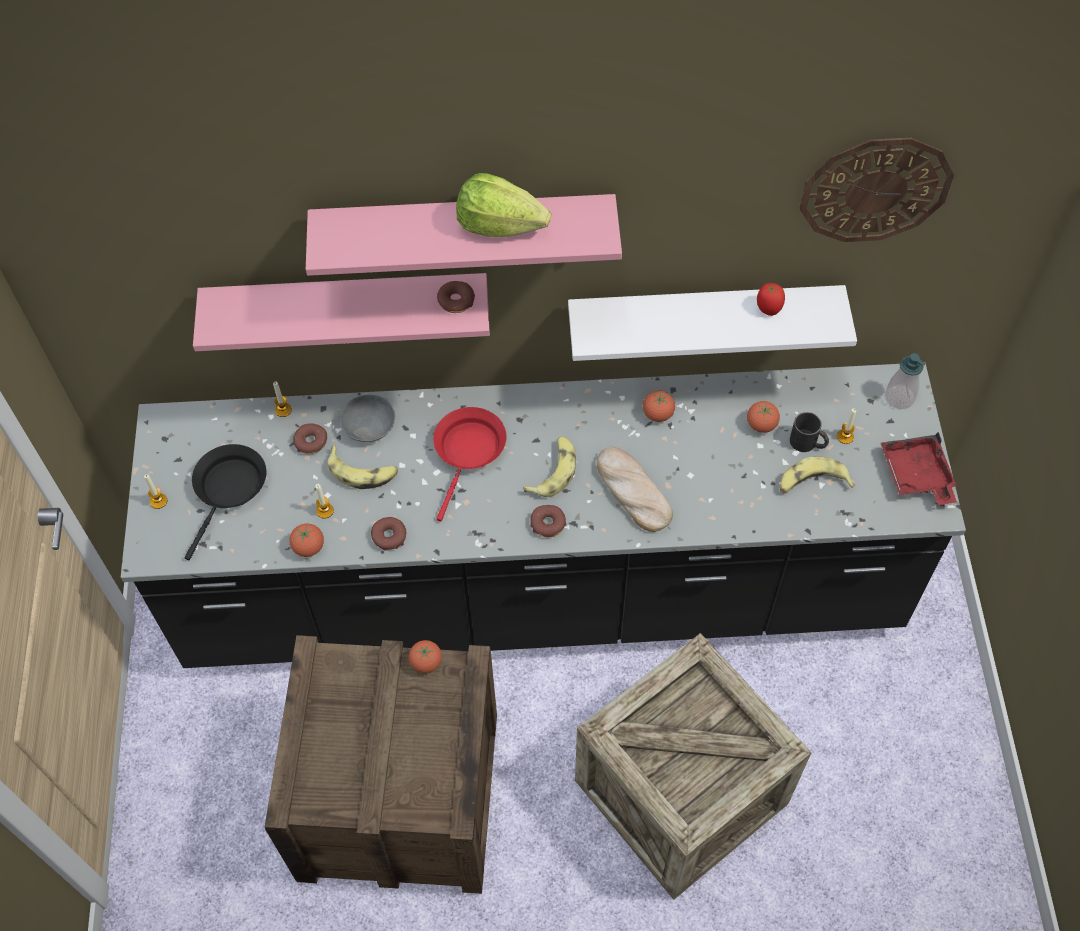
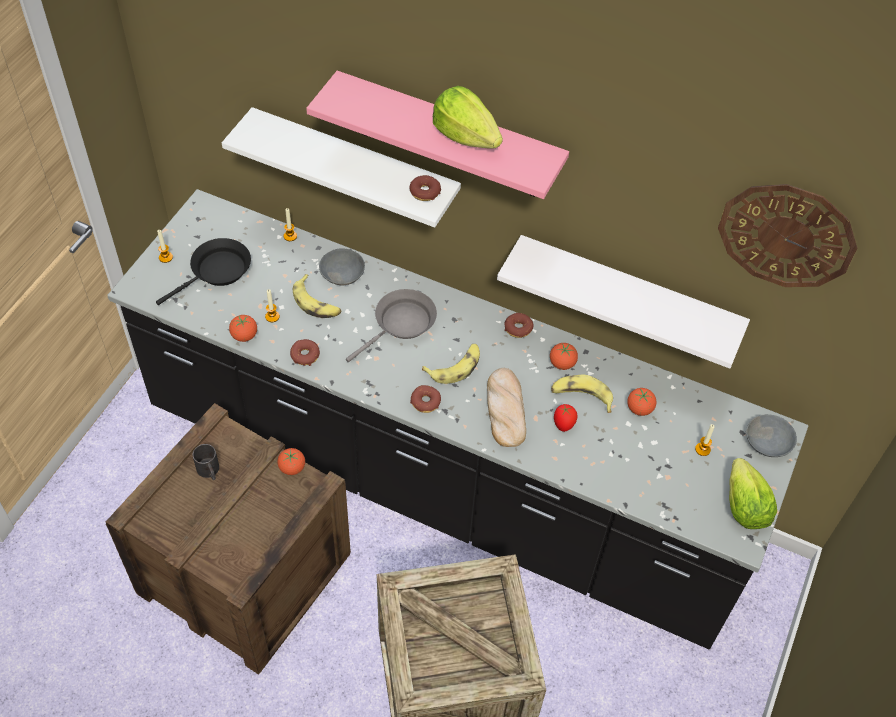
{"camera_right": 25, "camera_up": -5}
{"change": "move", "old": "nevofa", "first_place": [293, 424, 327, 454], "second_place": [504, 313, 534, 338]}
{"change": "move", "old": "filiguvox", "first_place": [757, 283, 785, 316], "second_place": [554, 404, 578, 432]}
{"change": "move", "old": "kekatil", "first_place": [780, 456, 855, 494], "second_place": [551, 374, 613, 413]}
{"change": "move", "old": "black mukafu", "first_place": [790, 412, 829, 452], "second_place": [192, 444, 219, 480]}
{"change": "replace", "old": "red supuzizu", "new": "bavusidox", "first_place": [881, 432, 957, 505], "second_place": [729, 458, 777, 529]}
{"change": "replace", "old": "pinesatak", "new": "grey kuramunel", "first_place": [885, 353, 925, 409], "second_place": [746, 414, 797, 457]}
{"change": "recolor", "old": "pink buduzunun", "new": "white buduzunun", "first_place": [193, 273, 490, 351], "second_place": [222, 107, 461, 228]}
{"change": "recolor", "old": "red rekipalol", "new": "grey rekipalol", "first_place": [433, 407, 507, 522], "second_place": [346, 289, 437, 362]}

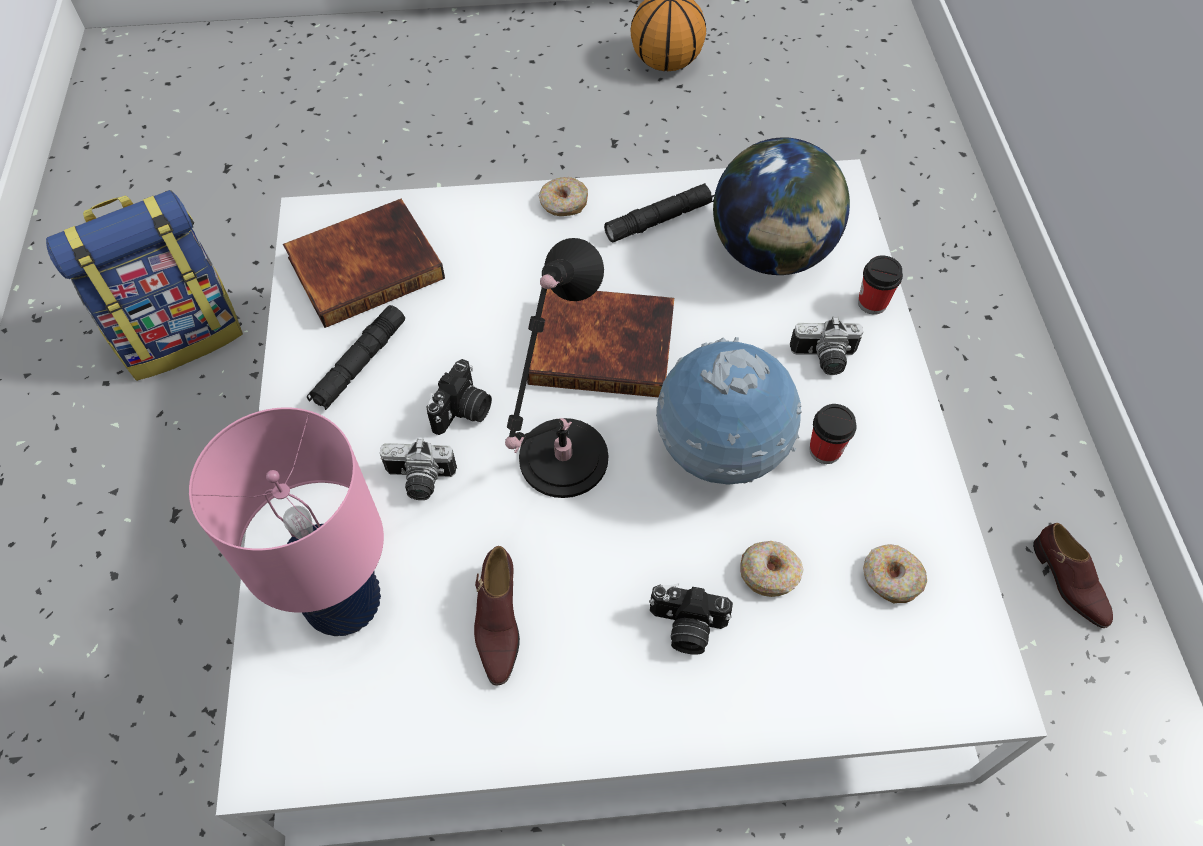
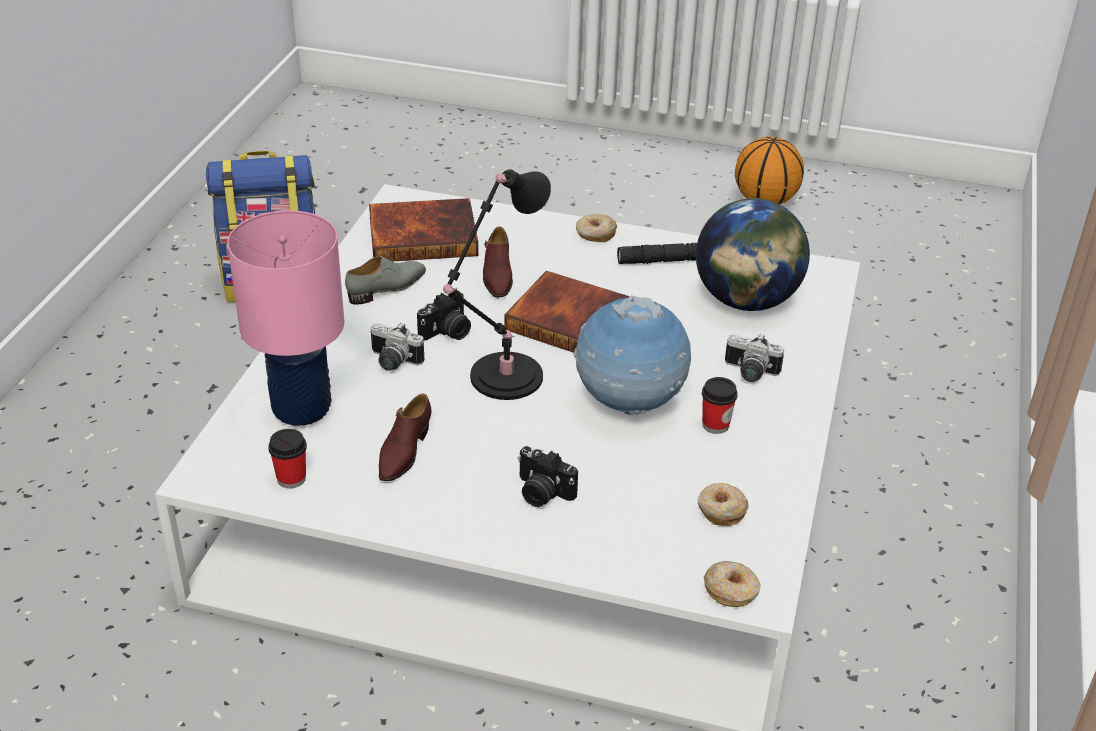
{"camera_right": 20, "camera_up": -20}
{"change": "move", "old": "nevofa", "first_place": [740, 541, 804, 597], "second_place": [704, 561, 761, 607]}
{"change": "move", "old": "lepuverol", "first_place": [858, 256, 903, 315], "second_place": [268, 429, 307, 489]}
{"change": "move", "old": "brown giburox", "first_place": [1033, 523, 1113, 628], "second_place": [483, 226, 513, 298]}
{"change": "replace", "old": "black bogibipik", "new": "grey giburox", "first_place": [307, 305, 405, 410], "second_place": [345, 256, 426, 305]}

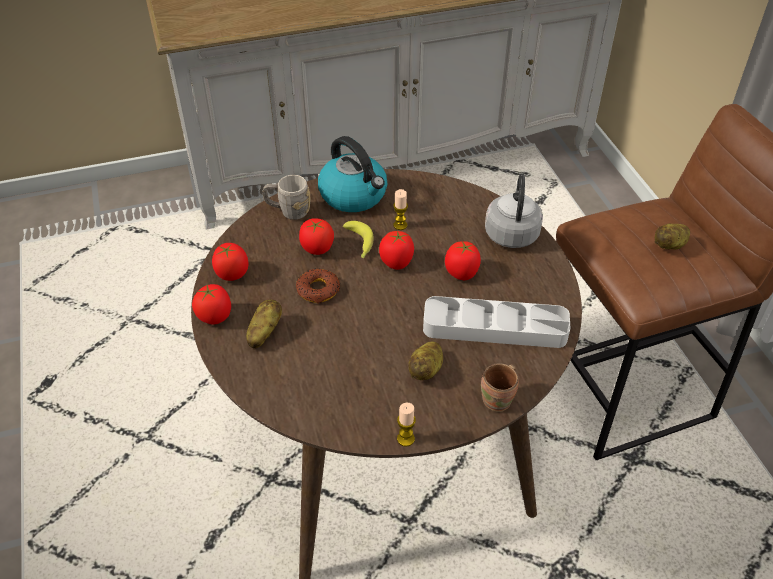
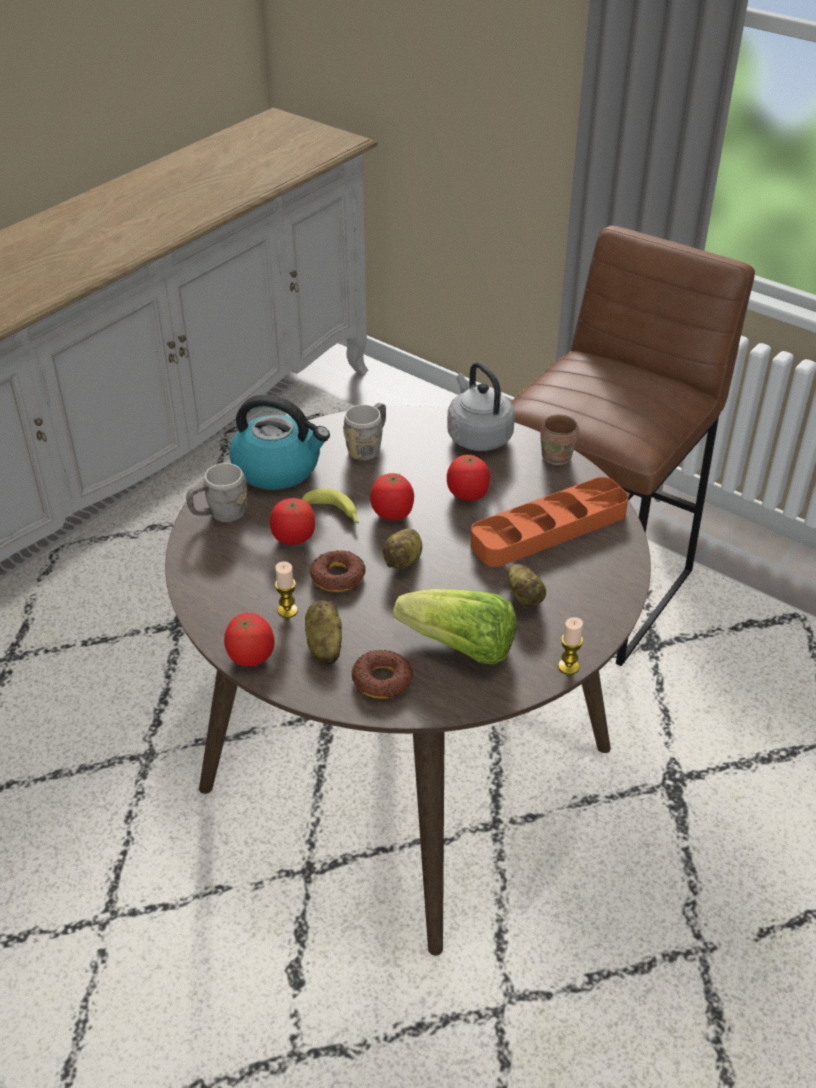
{"camera_right": -35, "camera_up": -5}
{"change": "delete", "old": "filiguvox", "first_place": [212, 243, 249, 281]}
{"change": "insert", "new": "grey mukafu", "second_place": [343, 403, 386, 461]}
{"change": "insert", "new": "nevofa", "second_place": [352, 650, 413, 699]}
{"change": "insert", "new": "bavusidox", "second_place": [393, 589, 516, 665]}
{"change": "move", "old": "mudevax", "first_place": [393, 189, 408, 230], "second_place": [275, 561, 298, 618]}
{"change": "move", "old": "brown mukafu", "first_place": [481, 363, 519, 412], "second_place": [540, 414, 578, 465]}
{"change": "move", "old": "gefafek", "first_place": [654, 223, 690, 249], "second_place": [383, 528, 422, 569]}
{"change": "recolor", "old": "grey supuzizu", "new": "orange supuzizu", "first_place": [423, 296, 571, 348], "second_place": [471, 477, 628, 567]}

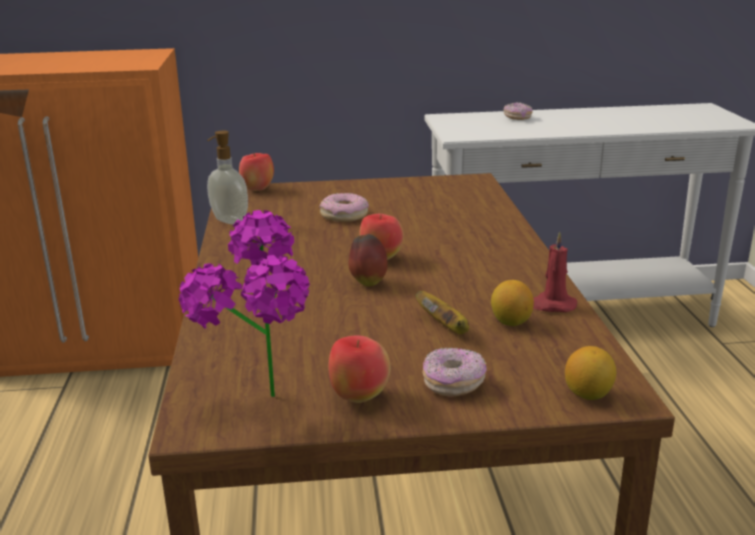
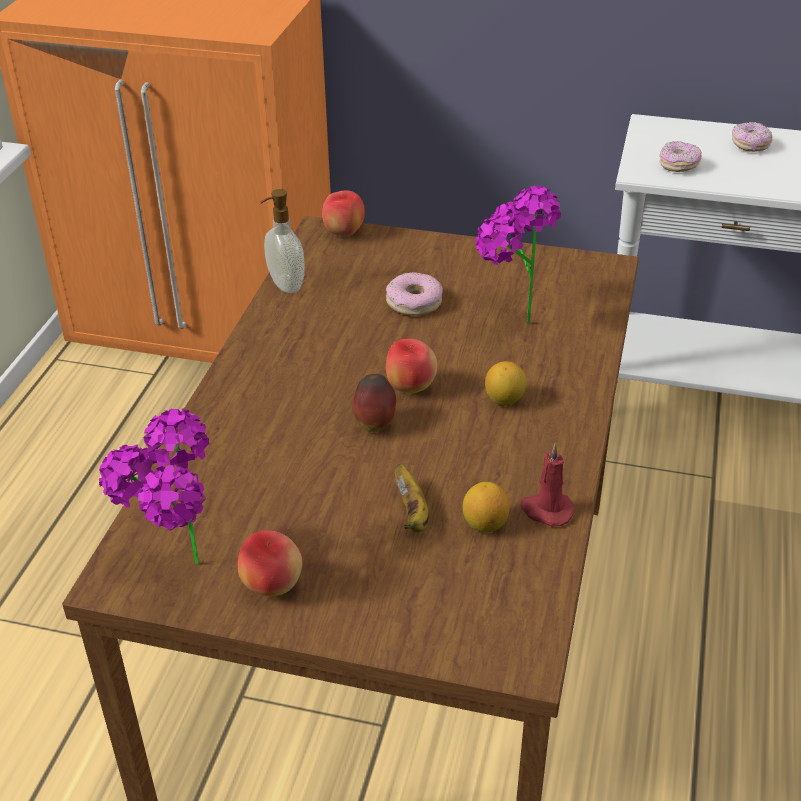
{"camera_right": 20, "camera_up": 15}
{"change": "insert", "new": "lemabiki", "second_place": [475, 185, 561, 324]}
{"change": "move", "old": "nevofa", "first_place": [422, 347, 486, 396], "second_place": [659, 141, 702, 172]}
{"change": "move", "old": "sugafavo", "first_place": [565, 346, 616, 400], "second_place": [485, 361, 527, 406]}

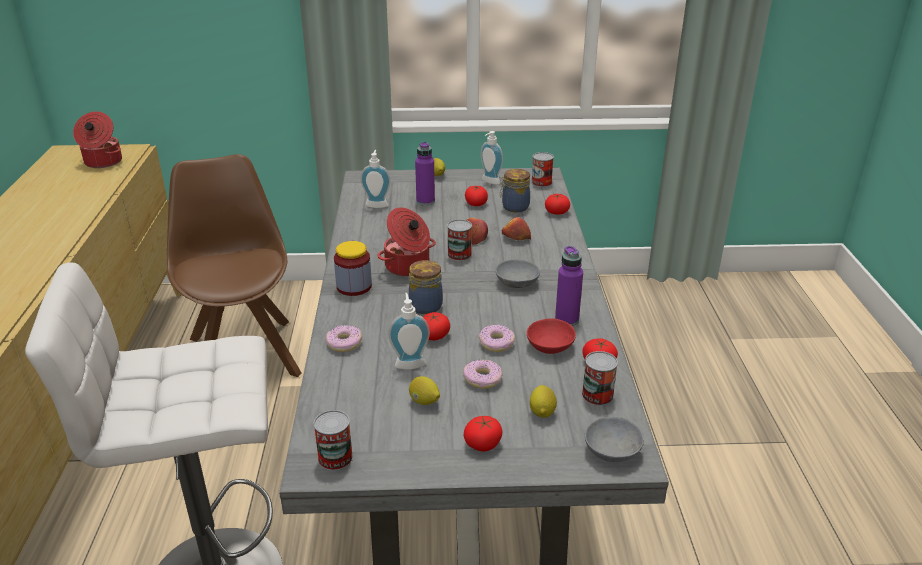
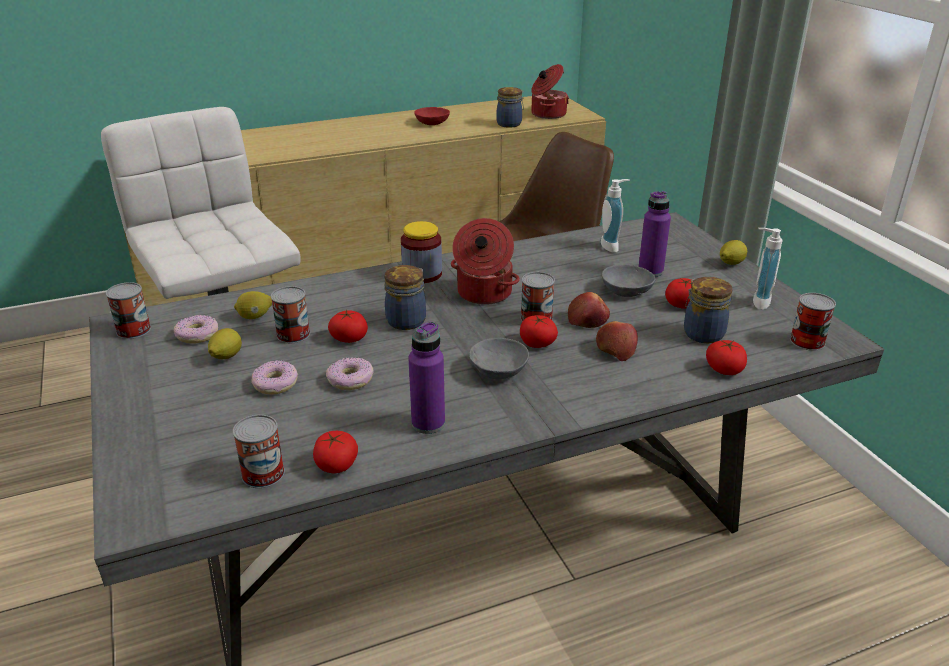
{"camera_right": 70, "camera_up": 0}
{"change": "insert", "new": "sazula", "second_place": [496, 87, 524, 128]}
{"change": "move", "old": "nevofa", "first_place": [326, 325, 362, 352], "second_place": [174, 315, 218, 343]}
{"change": "move", "old": "filiguvox", "first_place": [464, 416, 502, 451], "second_place": [520, 315, 558, 348]}
{"change": "move", "old": "red kuramunel", "first_place": [527, 318, 576, 354], "second_place": [414, 107, 450, 125]}
{"change": "move", "old": "sugafavo", "first_place": [530, 385, 557, 418], "second_place": [234, 291, 272, 319]}
{"change": "move", "old": "grey kuramunel", "first_place": [585, 417, 644, 462], "second_place": [602, 265, 656, 297]}
{"change": "replace", "old": "pinesatak", "new": "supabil", "first_place": [388, 293, 430, 369], "second_place": [271, 286, 310, 343]}

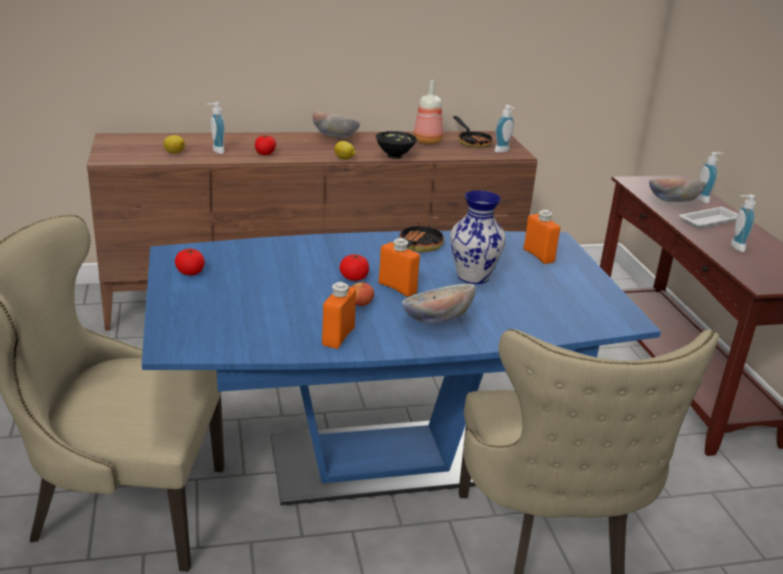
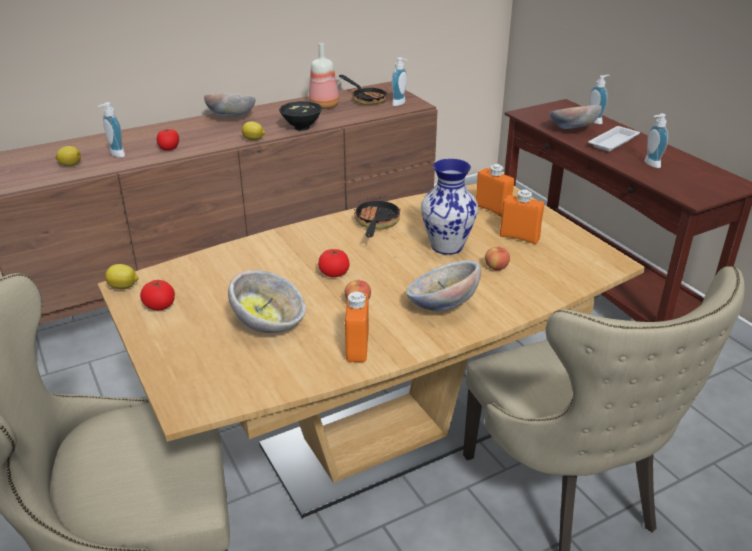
{"camera_right": -15, "camera_up": 5}
{"change": "insert", "new": "sugafavo", "second_place": [105, 264, 138, 289]}
{"change": "insert", "new": "kuramunel", "second_place": [228, 270, 306, 333]}
{"change": "insert", "new": "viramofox", "second_place": [485, 246, 510, 270]}
{"change": "move", "old": "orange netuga", "first_place": [379, 238, 420, 297], "second_place": [500, 189, 544, 244]}
{"change": "recolor", "old": "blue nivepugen", "new": "brown nivepugen", "first_place": [142, 231, 661, 505], "second_place": [98, 184, 645, 518]}

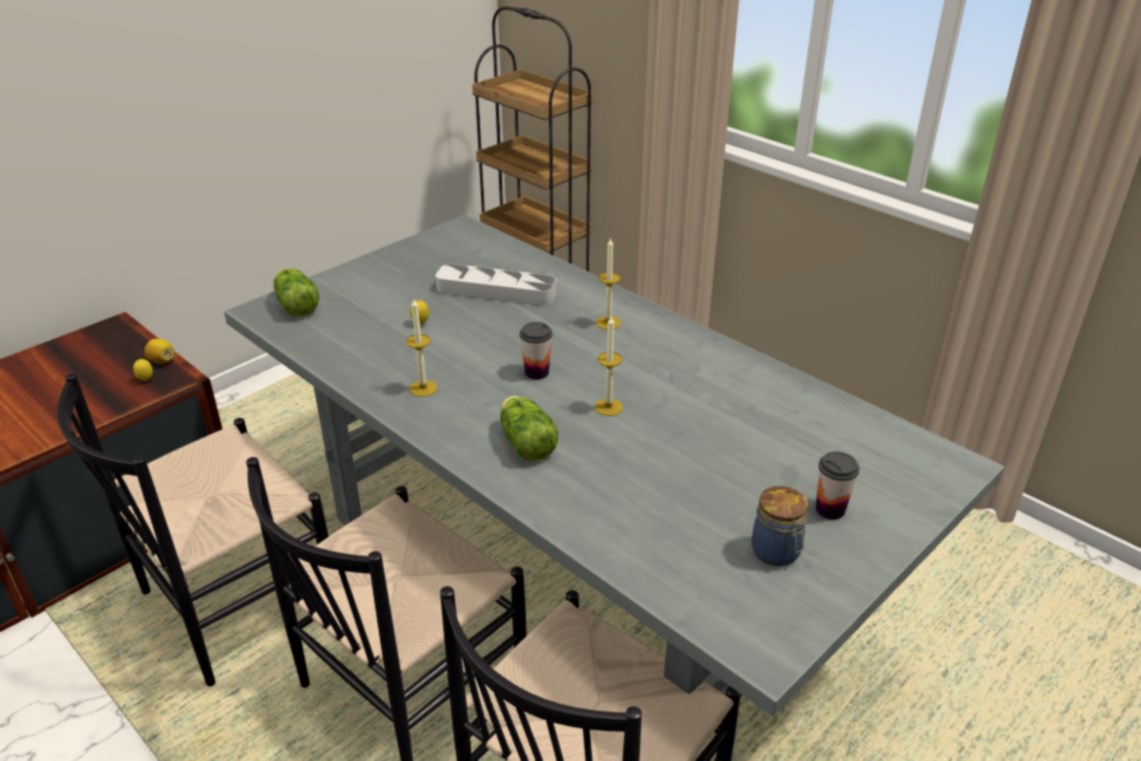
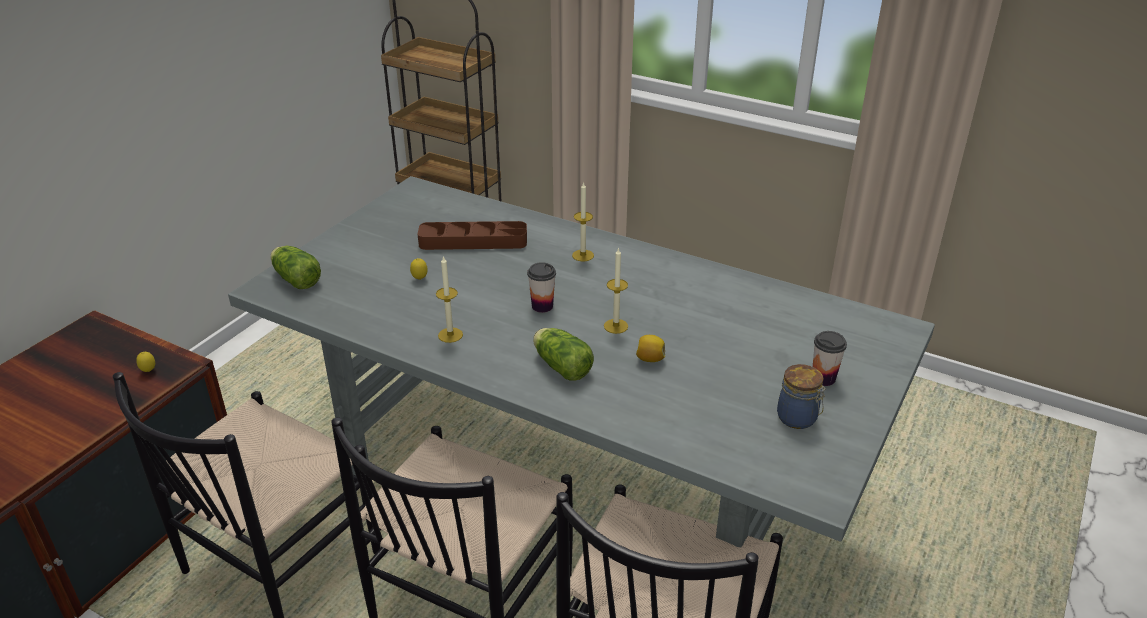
{"camera_right": -15, "camera_up": 0}
{"change": "move", "old": "sugafavo", "first_place": [144, 339, 174, 364], "second_place": [636, 335, 665, 362]}
{"change": "recolor", "old": "grey supuzizu", "new": "brown supuzizu", "first_place": [435, 264, 556, 306], "second_place": [418, 221, 527, 250]}

